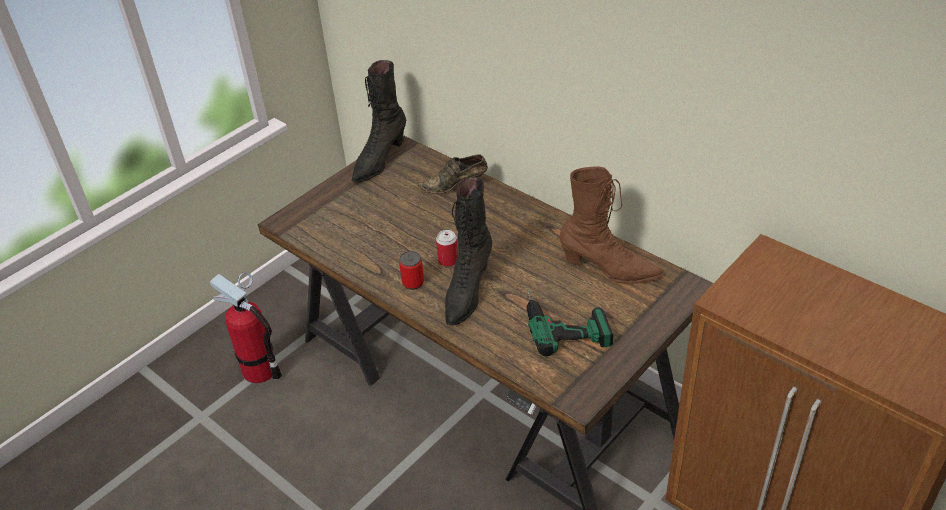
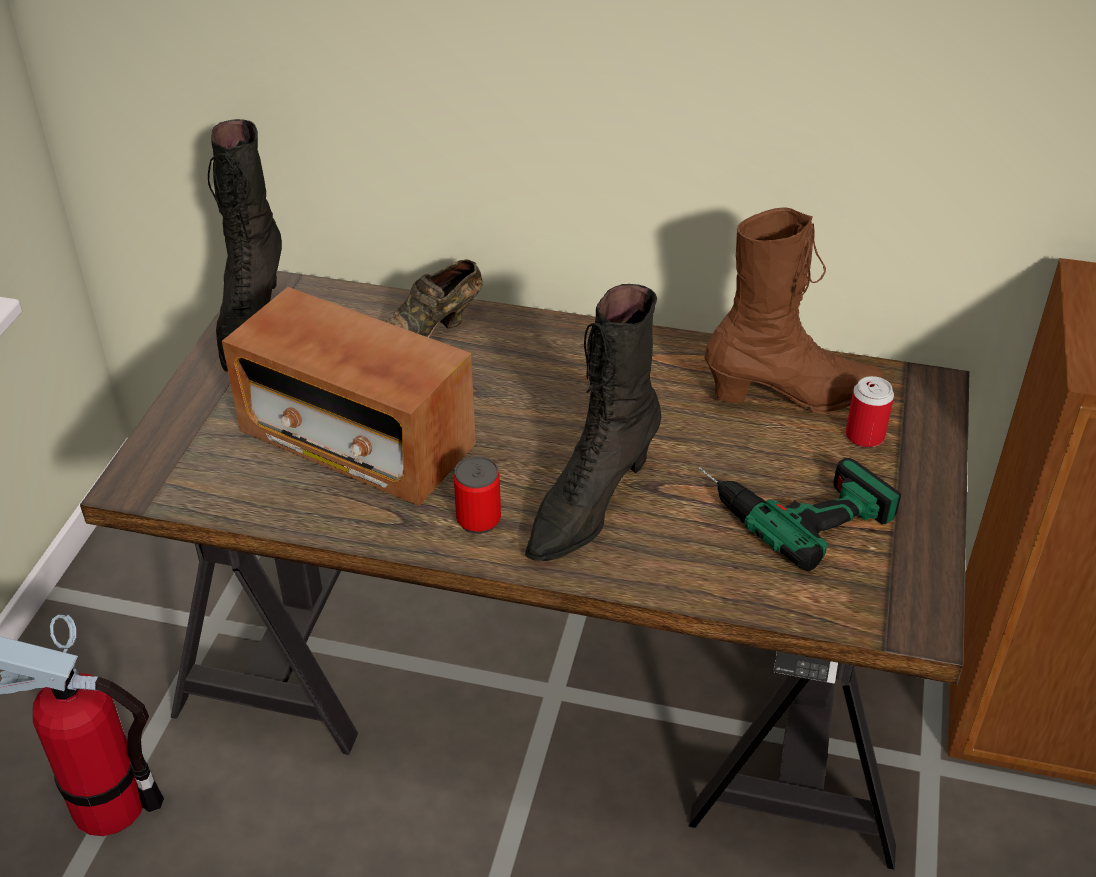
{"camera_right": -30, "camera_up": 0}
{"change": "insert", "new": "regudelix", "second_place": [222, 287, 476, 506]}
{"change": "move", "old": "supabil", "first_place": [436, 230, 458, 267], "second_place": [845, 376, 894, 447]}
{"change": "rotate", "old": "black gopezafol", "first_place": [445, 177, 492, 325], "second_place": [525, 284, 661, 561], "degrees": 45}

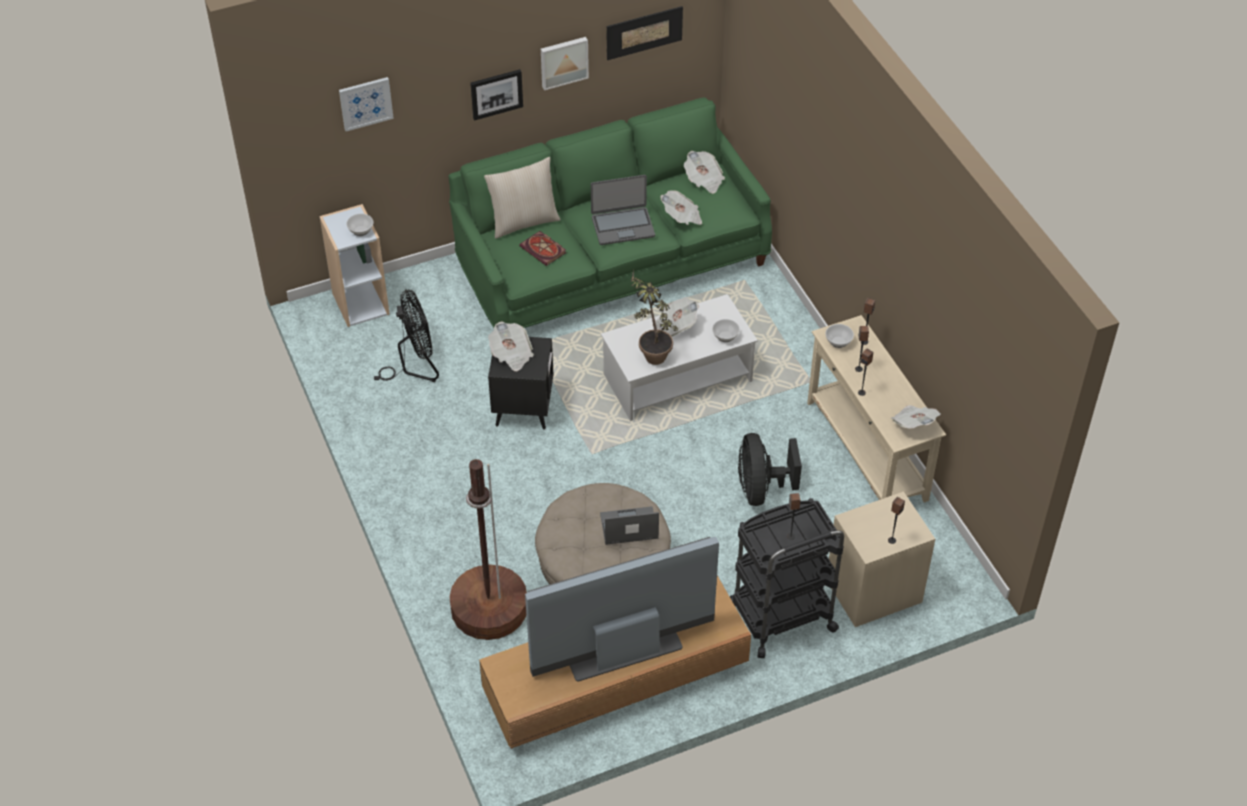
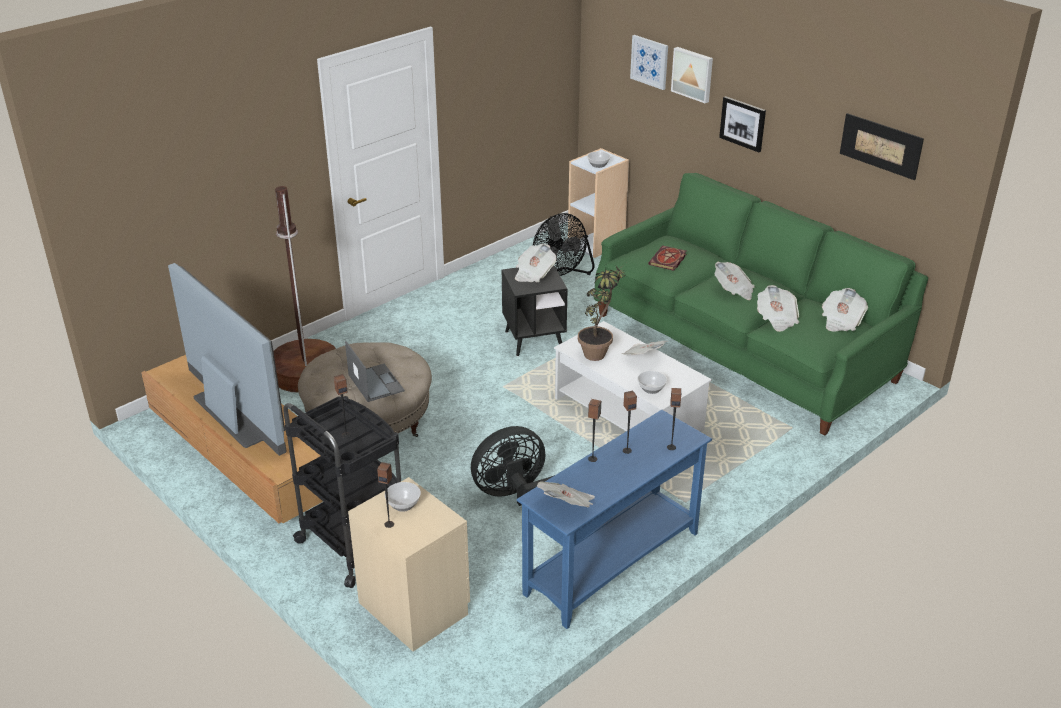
{"camera_right": 70, "camera_up": -15}
{"change": "delete", "old": "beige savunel", "first_place": [484, 157, 561, 239]}
{"change": "move", "old": "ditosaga", "first_place": [541, 37, 589, 90], "second_place": [671, 47, 713, 103]}
{"change": "move", "old": "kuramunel", "first_place": [825, 324, 854, 348], "second_place": [385, 482, 421, 512]}
{"change": "replace", "old": "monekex", "new": "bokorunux", "first_place": [591, 175, 655, 245], "second_place": [714, 262, 755, 300]}
{"change": "recolor", "old": "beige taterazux", "new": "blue taterazux", "first_place": [807, 315, 946, 503], "second_place": [517, 410, 712, 629]}

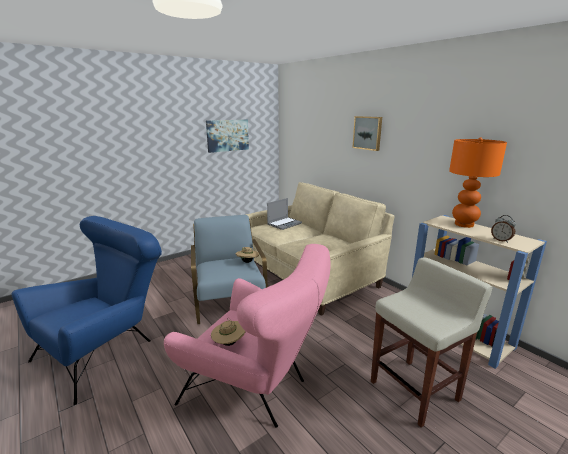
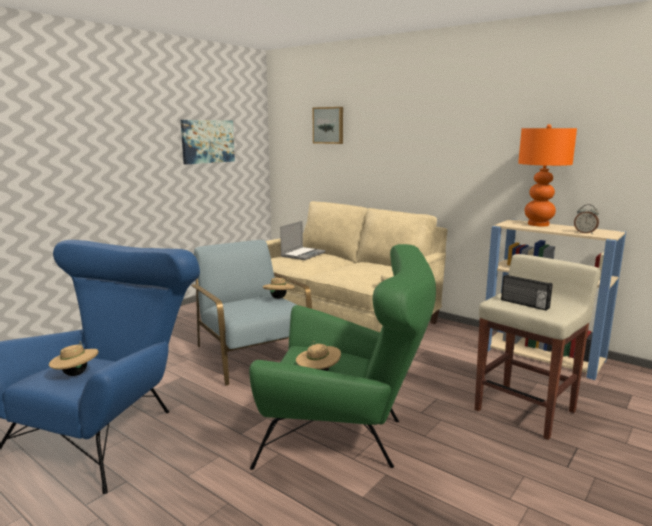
{"camera_right": -15, "camera_up": -5}
{"change": "insert", "new": "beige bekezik", "second_place": [49, 341, 99, 376]}
{"change": "insert", "new": "regudelix", "second_place": [501, 274, 553, 311]}
{"change": "move", "old": "ditosaga", "first_place": [352, 116, 382, 151], "second_place": [313, 107, 343, 144]}
{"change": "recolor", "old": "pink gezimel", "new": "green gezimel", "first_place": [164, 244, 331, 428], "second_place": [249, 244, 436, 470]}

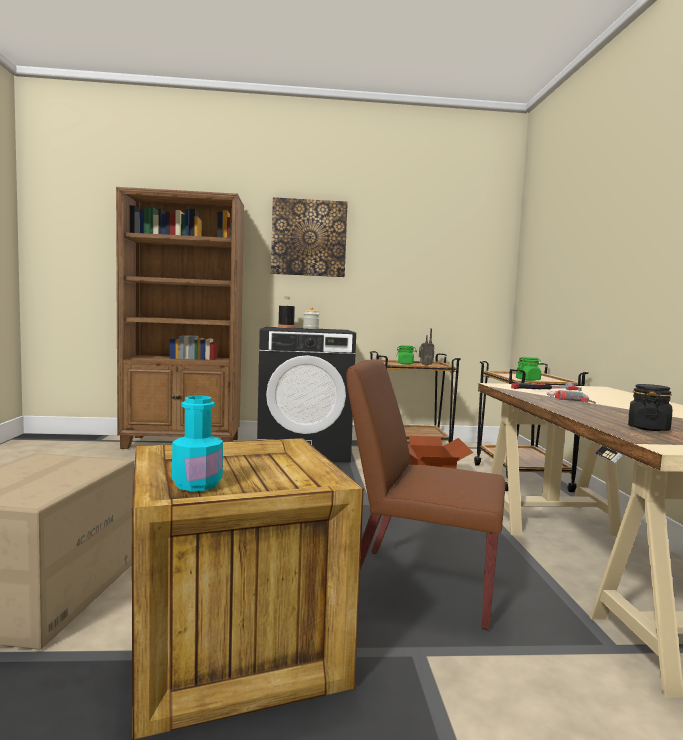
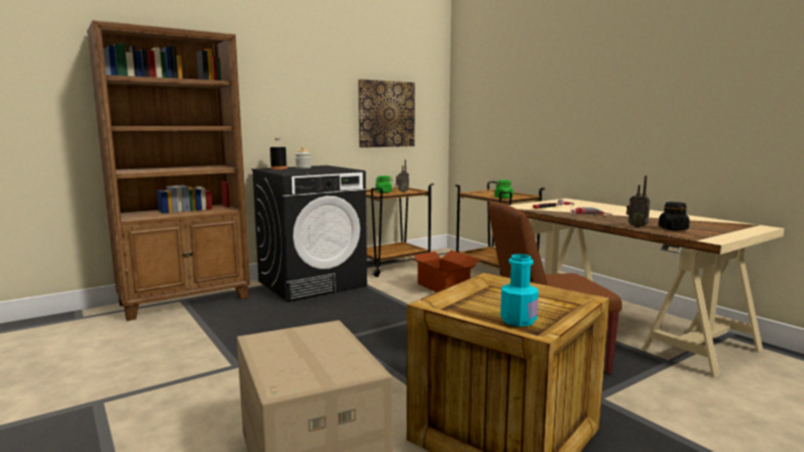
{"camera_right": -30, "camera_up": 5}
{"change": "insert", "new": "regudelix", "second_place": [626, 176, 650, 228]}
{"change": "move", "old": "ditosaga", "first_place": [271, 197, 348, 277], "second_place": [358, 79, 415, 148]}

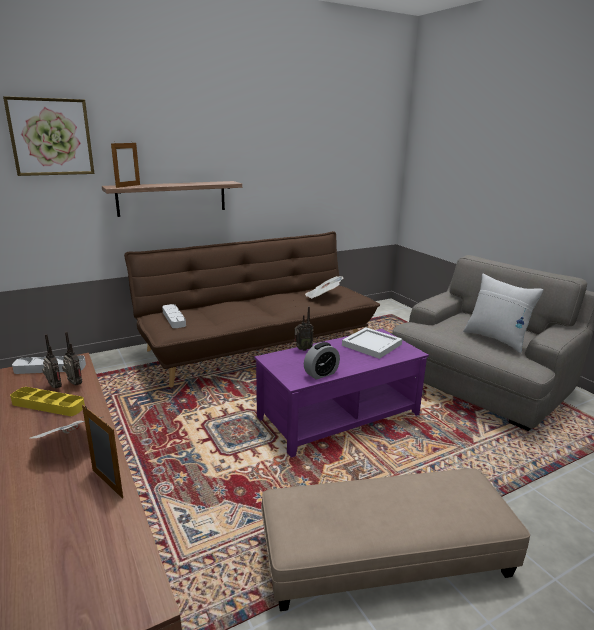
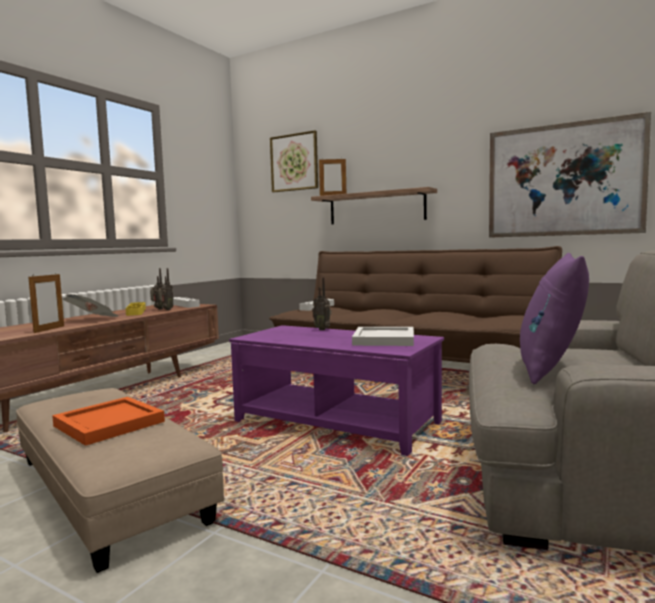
{"camera_right": 60, "camera_up": -15}
{"change": "delete", "old": "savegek", "first_place": [304, 342, 340, 380]}
{"change": "delete", "old": "bokorunux", "first_place": [305, 276, 344, 299]}
{"change": "insert", "new": "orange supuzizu", "second_place": [52, 397, 165, 446]}
{"change": "insert", "new": "ditosaga", "second_place": [489, 112, 651, 238]}
{"change": "recolor", "old": "grey savunel", "new": "purple savunel", "first_place": [463, 273, 544, 353], "second_place": [520, 253, 589, 384]}

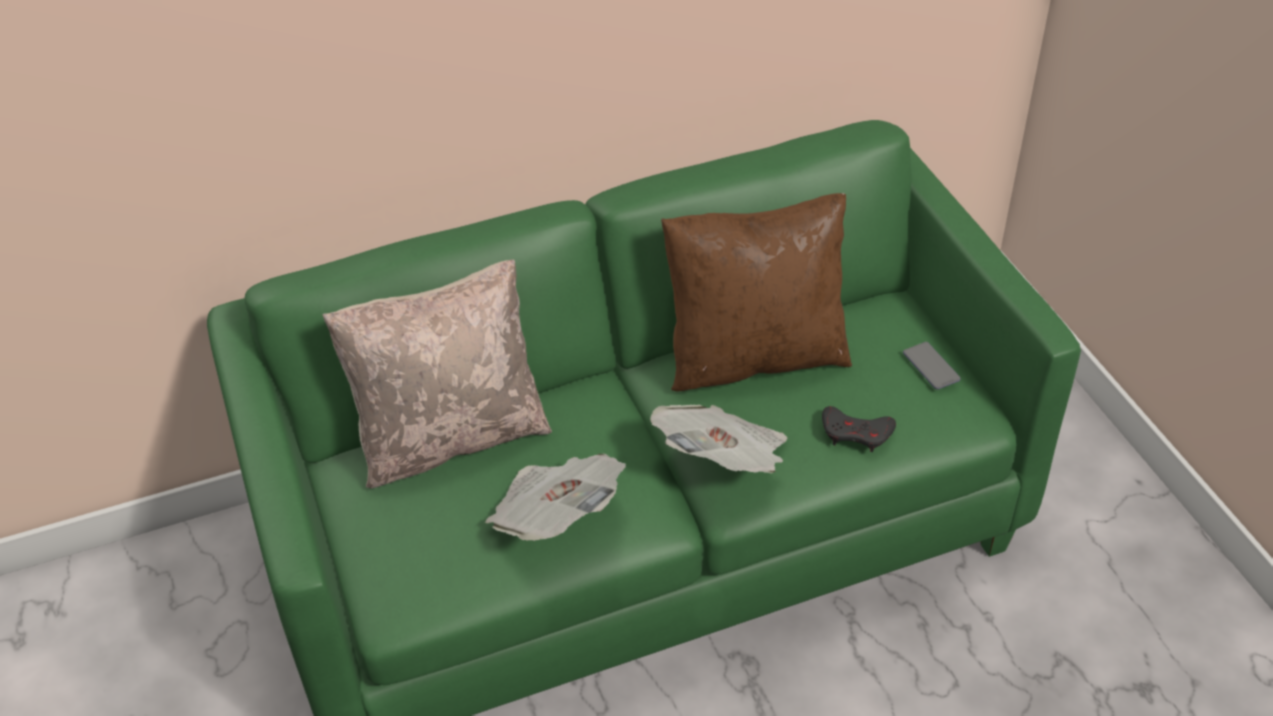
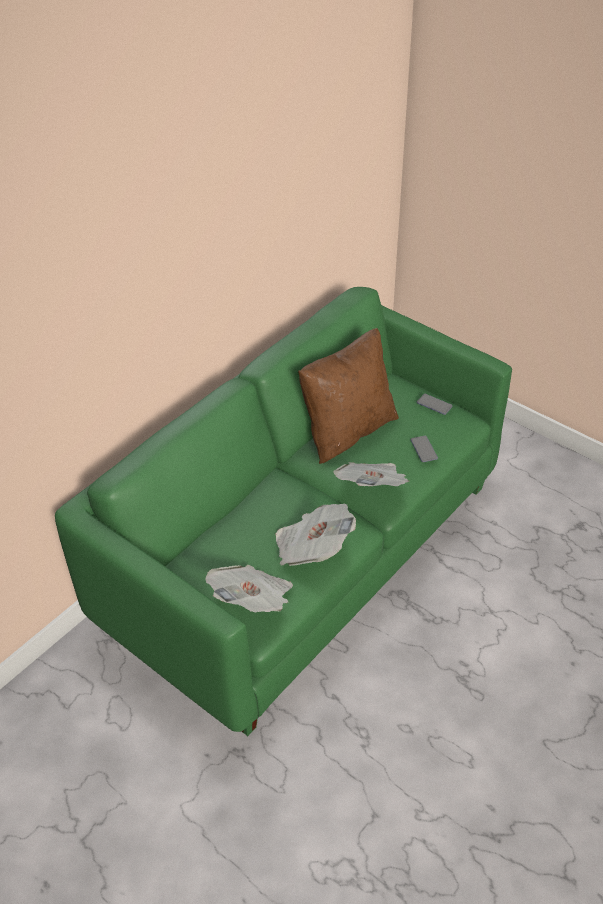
{"camera_right": -30, "camera_up": 0}
{"change": "delete", "old": "beige savunel", "first_place": [323, 260, 552, 488]}
{"change": "insert", "new": "bokorunux", "second_place": [205, 565, 293, 612]}
{"change": "replace", "old": "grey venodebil", "new": "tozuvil", "first_place": [822, 406, 896, 452], "second_place": [411, 436, 438, 462]}

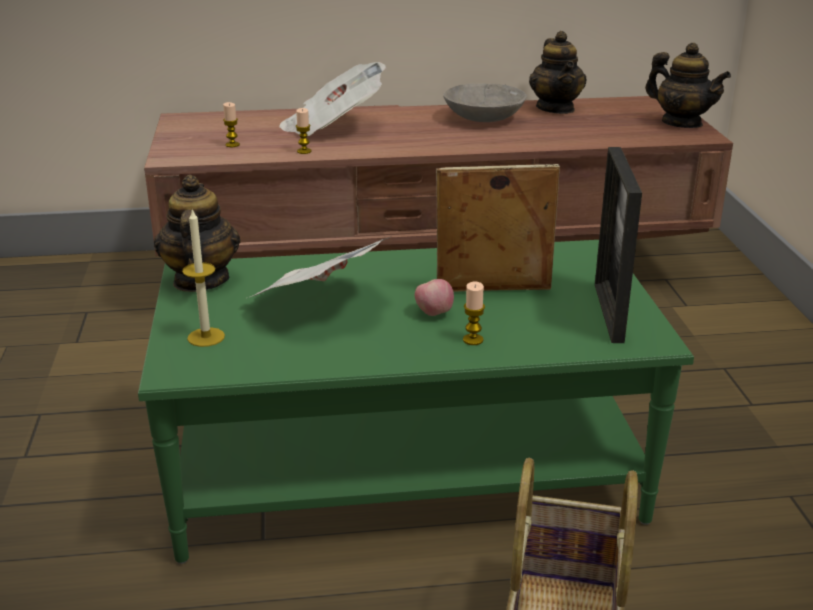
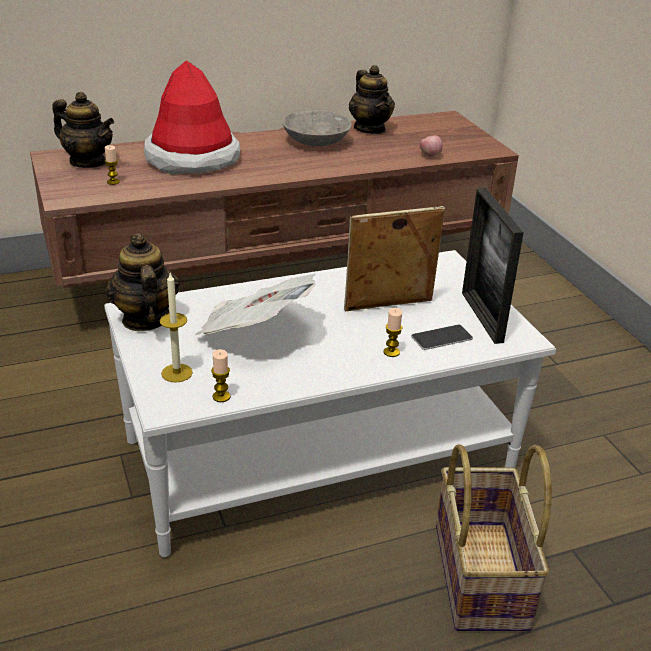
{"camera_right": -15, "camera_up": 5}
{"change": "insert", "new": "tozuvil", "second_place": [411, 325, 473, 350]}
{"change": "move", "old": "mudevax", "first_place": [296, 108, 312, 154], "second_place": [211, 349, 230, 402]}
{"change": "move", "old": "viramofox", "first_place": [415, 279, 454, 316], "second_place": [420, 135, 442, 157]}
{"change": "move", "old": "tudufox", "first_place": [645, 43, 731, 128], "second_place": [52, 92, 114, 168]}
{"change": "replace", "old": "bokorunux", "new": "bekezik", "first_place": [279, 62, 386, 136], "second_place": [144, 60, 240, 174]}
{"change": "recolor", "old": "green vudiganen", "new": "white vudiganen", "first_place": [138, 240, 694, 564], "second_place": [104, 250, 556, 558]}

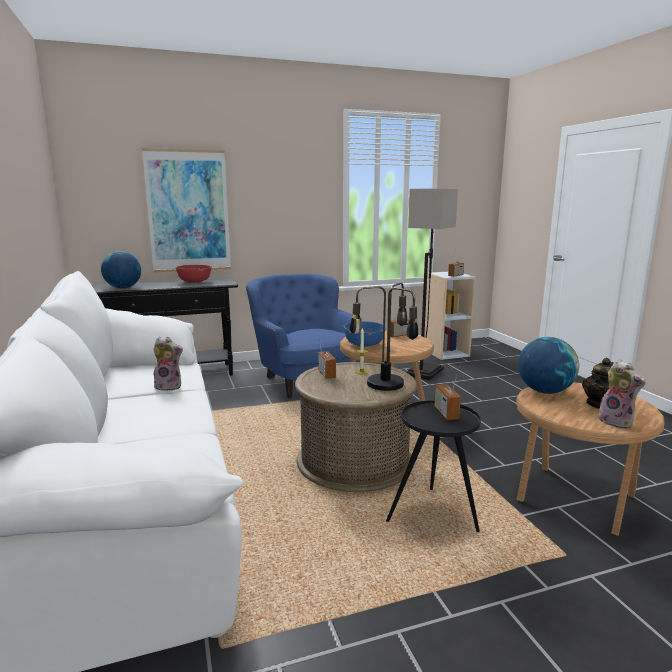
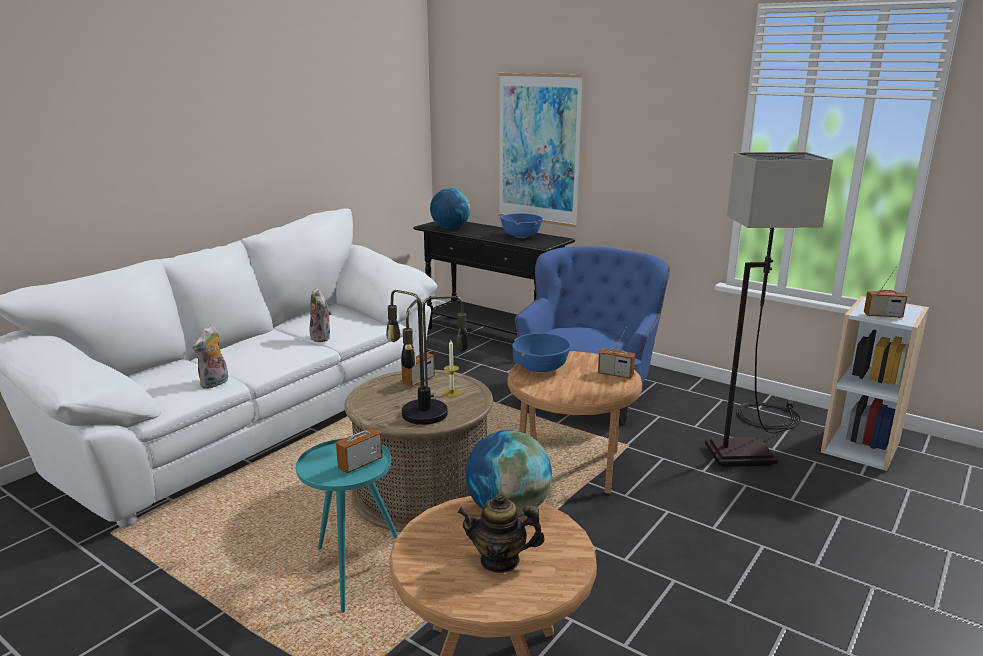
{"camera_right": 55, "camera_up": 5}
{"change": "move", "old": "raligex", "first_place": [598, 359, 646, 429], "second_place": [193, 325, 228, 389]}
{"change": "recolor", "old": "red kuramunel", "new": "blue kuramunel", "first_place": [175, 265, 211, 283], "second_place": [500, 213, 543, 238]}
{"change": "recolor", "old": "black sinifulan", "new": "turquoise sinifulan", "first_place": [386, 400, 481, 532], "second_place": [296, 438, 398, 613]}

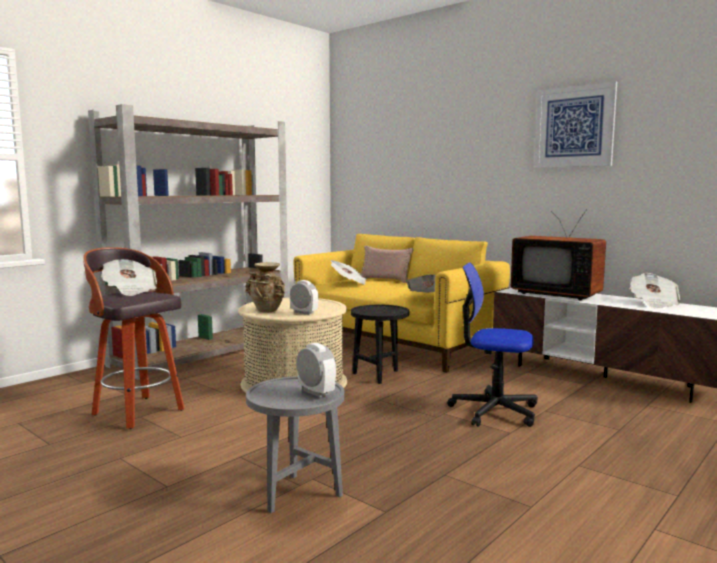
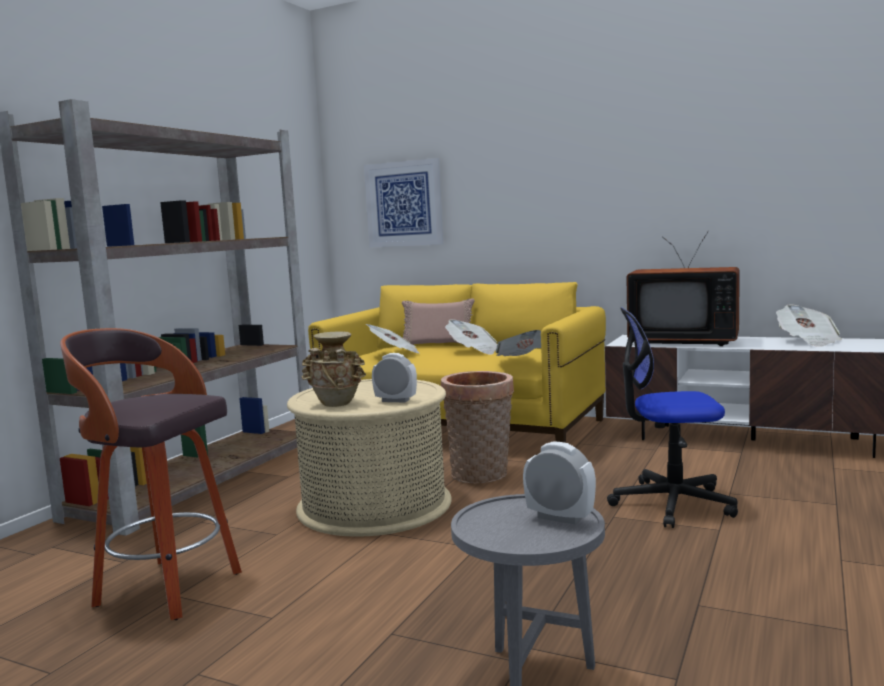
{"camera_right": -15, "camera_up": 0}
{"change": "move", "old": "bokorunux", "first_place": [101, 259, 157, 296], "second_place": [445, 319, 498, 355]}
{"change": "move", "old": "ditosaga", "first_place": [534, 82, 617, 168], "second_place": [364, 158, 443, 248]}
{"change": "replace", "old": "black sinifulan", "new": "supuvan", "first_place": [351, 305, 409, 384], "second_place": [441, 371, 514, 483]}

